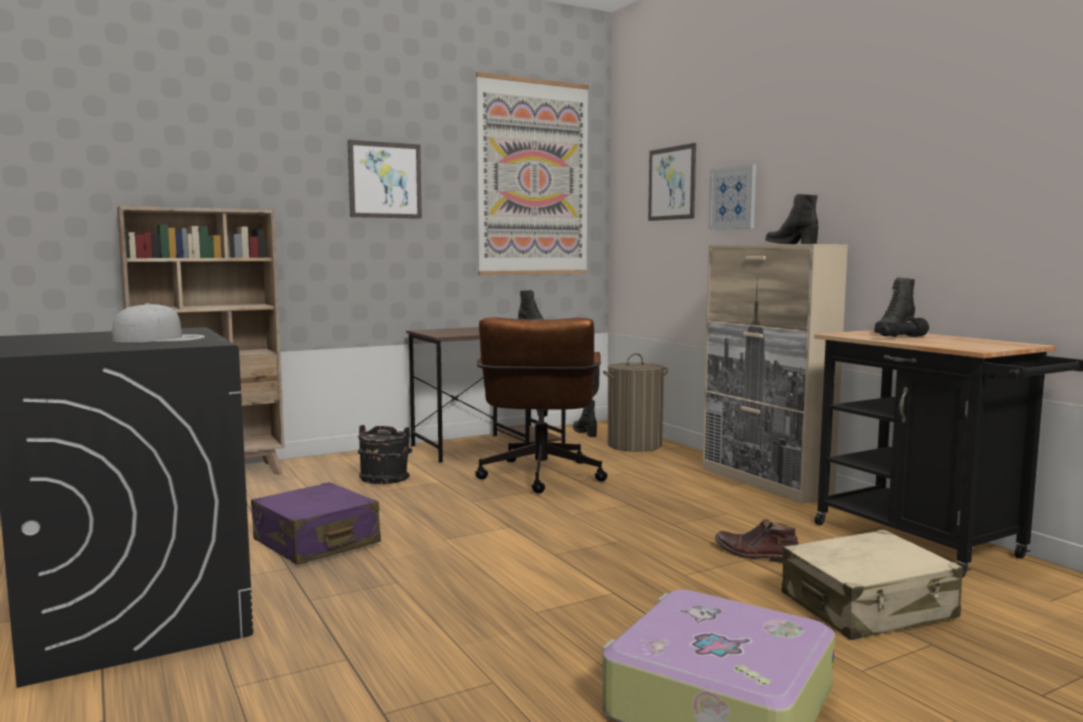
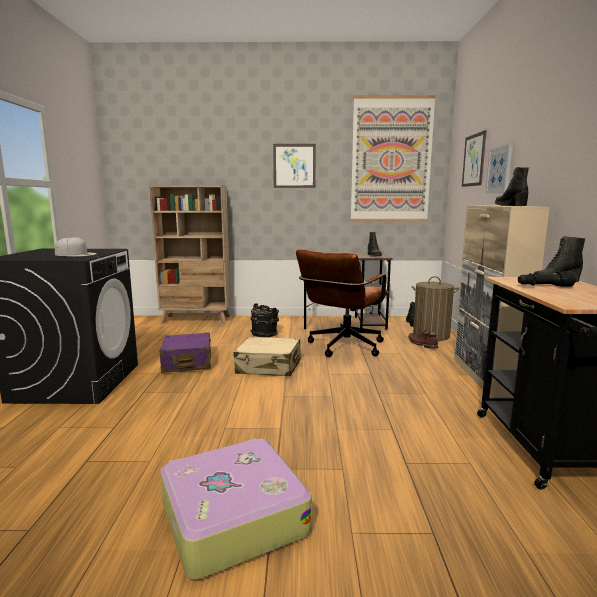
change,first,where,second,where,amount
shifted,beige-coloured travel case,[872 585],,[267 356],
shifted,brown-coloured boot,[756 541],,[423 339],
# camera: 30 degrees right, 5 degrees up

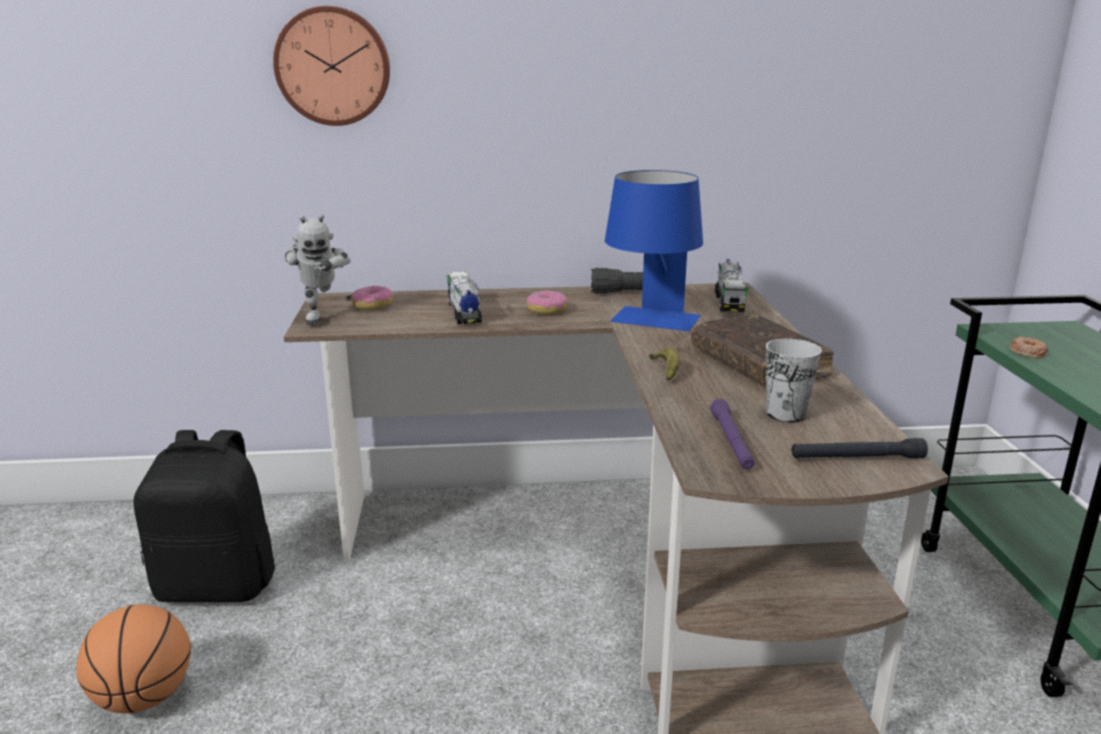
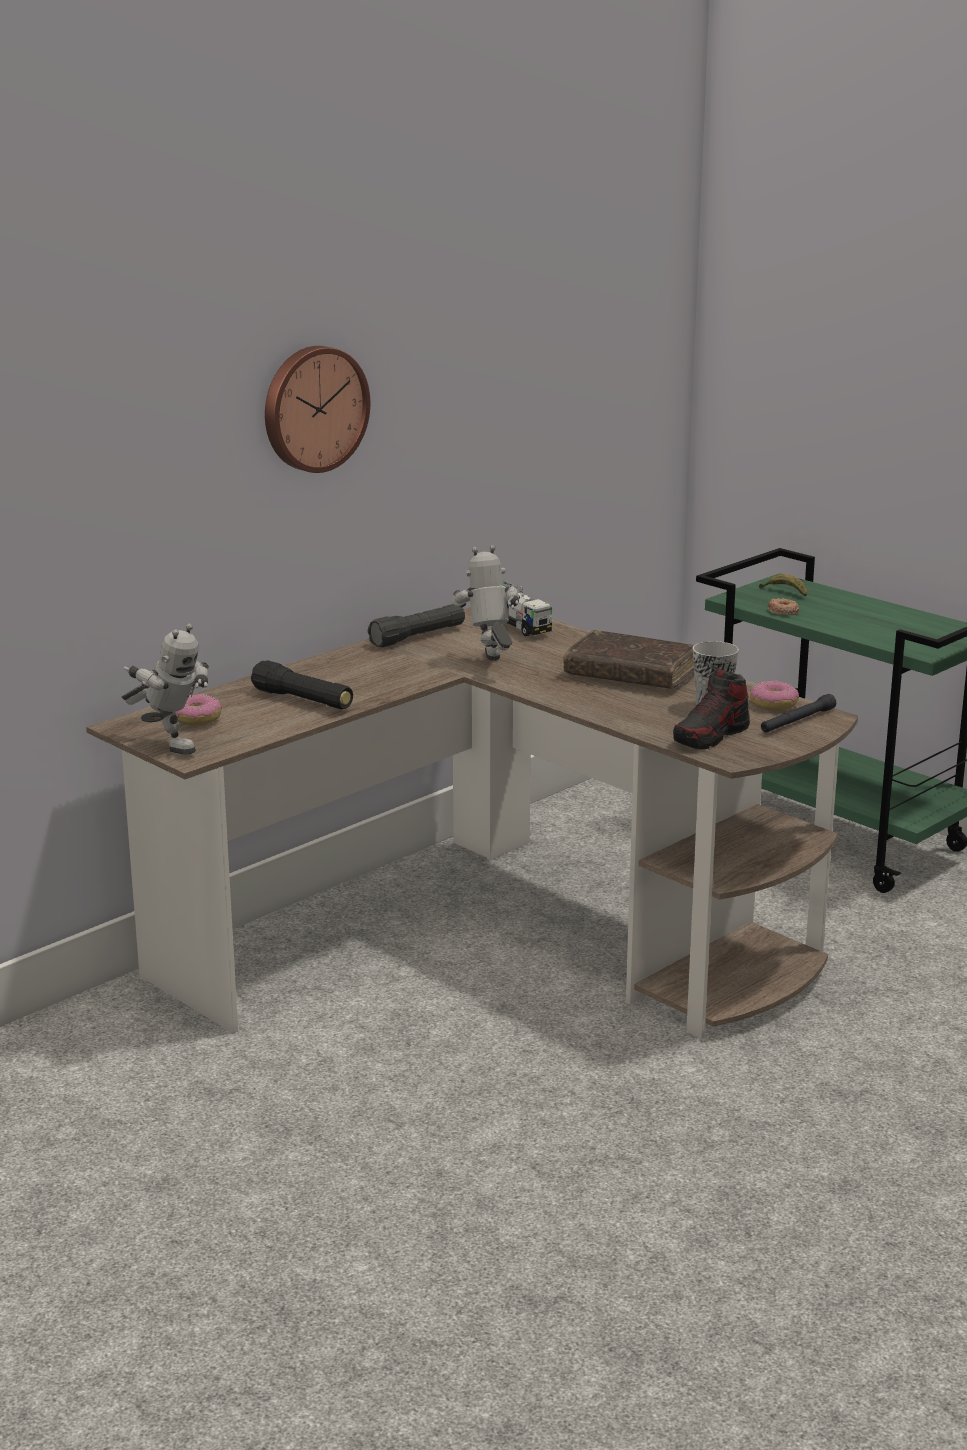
change,first,where,second,where,amount
swapped,toy lorry,[464 297],blackish flashlight,[302 684],
shifted,clock on the wall,[331 66],,[317 409],
swapped,blue-coloured tabletop lamp,[654 250],model robot,[486 603],
swapped,purplish flashlight,[732 434],low shoe,[711 709],
shifted,donut,[547 302],,[774 695],
shifted,banana,[664 364],,[783 585],
gone,ball for basketball,[134 658],,,
gone,blackish knapsack,[204 516],,,
# camera: 40 degrees left, 0 degrees up

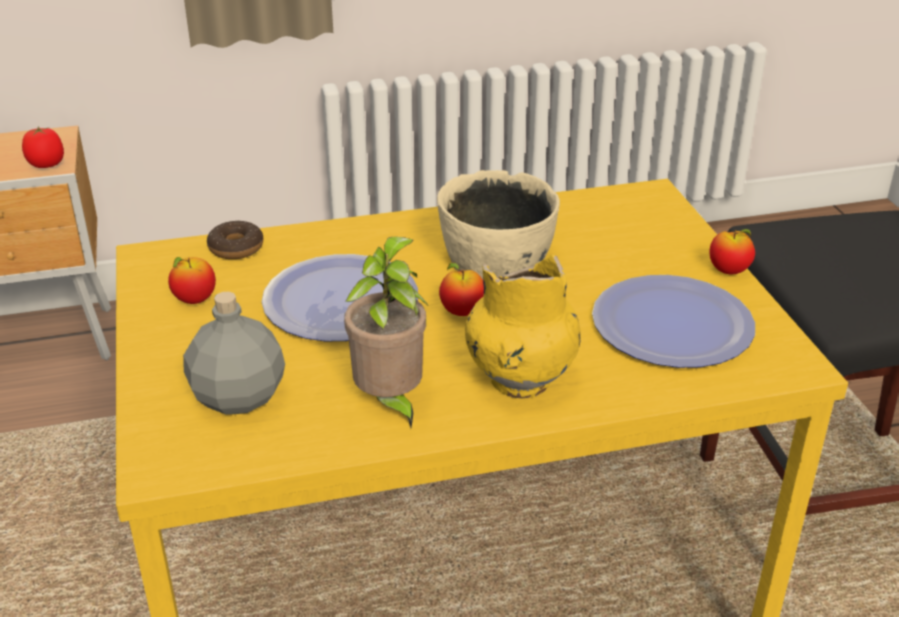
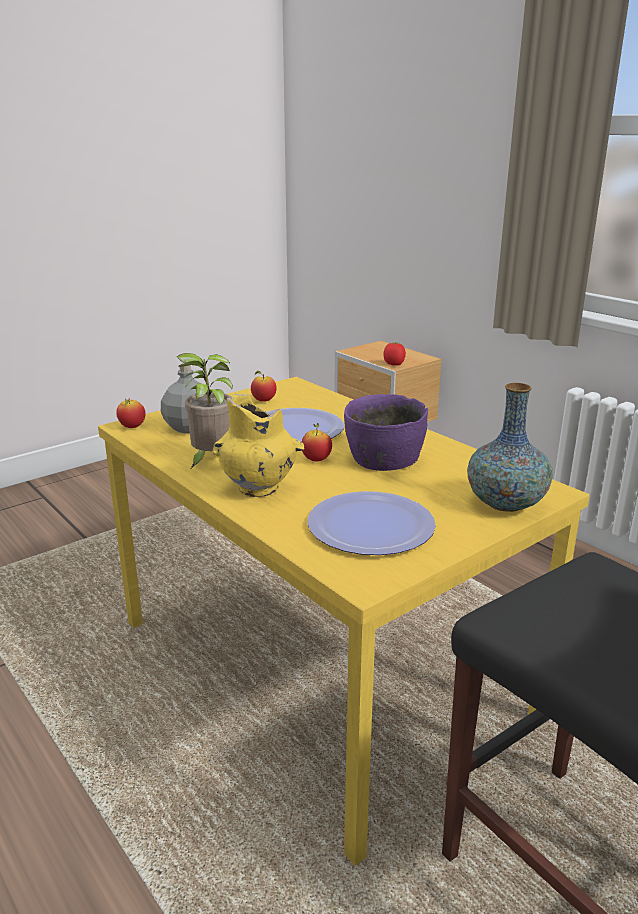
change,first,where,second,where,amount
shifted,apple fruit,[732 251],,[131 413],
repainted,beige-coloured deep dish,[498 224],purplish deep dish,[386 432],
new,,,flower vase,[510 447],
gone,donut,[235 240],,,
# camera: 65 degrees right, 10 degrees down

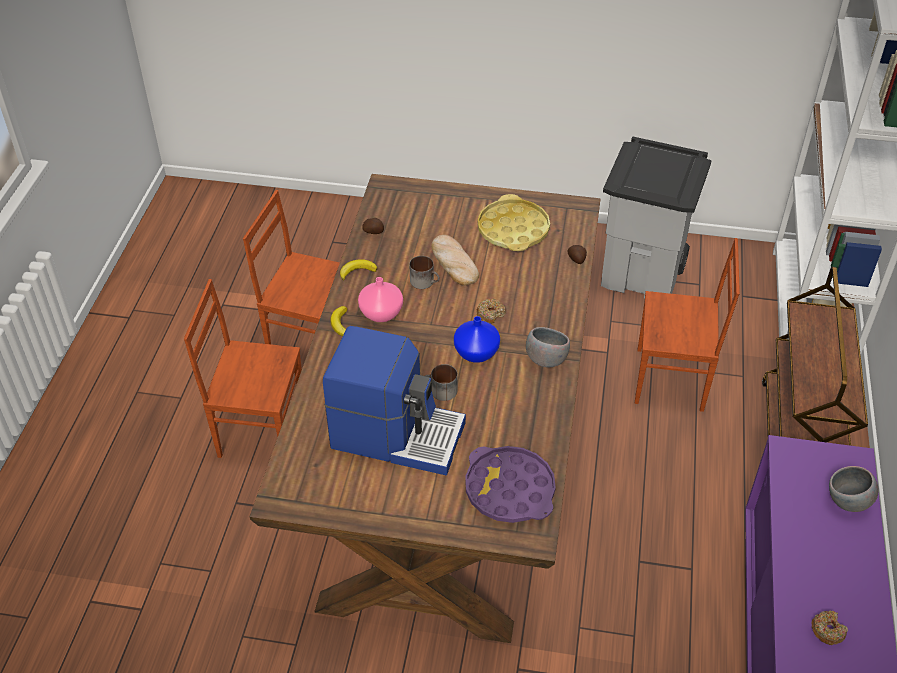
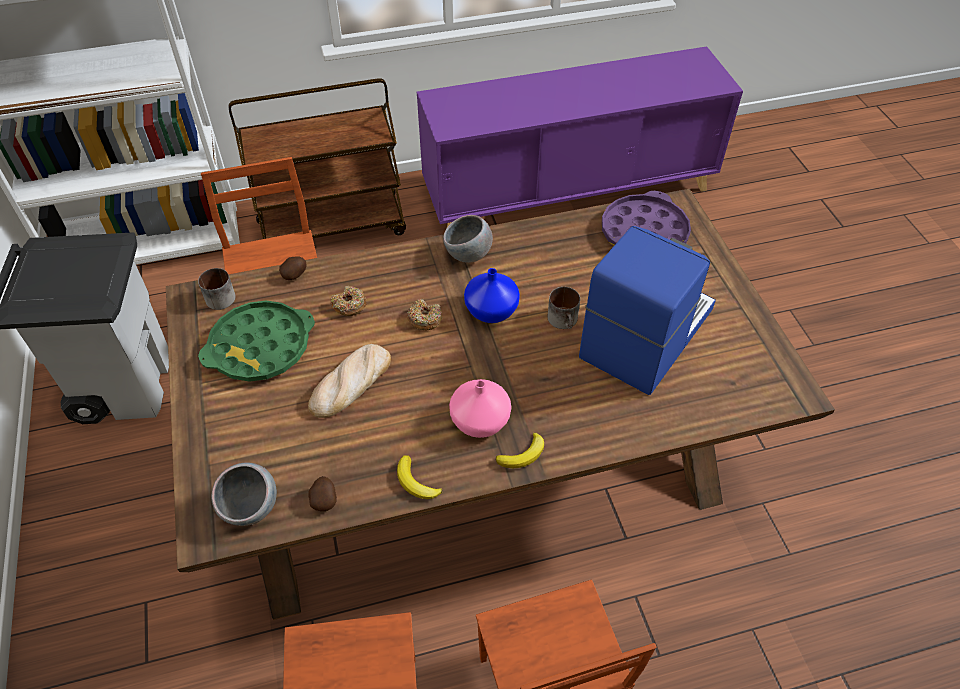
change,first,where,second,where,amount
shifted,coffee mug,[424 272],,[217 289],
repainted,yellow-coloured tray,[514 222],green-coloured tray,[256 341],
shifted,greyish deep dish,[854 489],,[244 494],
shifted,donut,[829 627],,[349 301],
rotated,coffee machine,[394 400],,[647 310],45 degrees clockwise
# camera: 115 degrees left, 5 degrees up

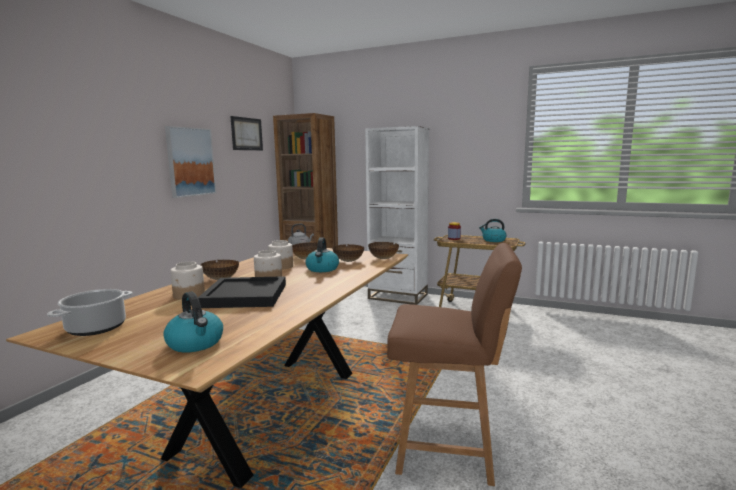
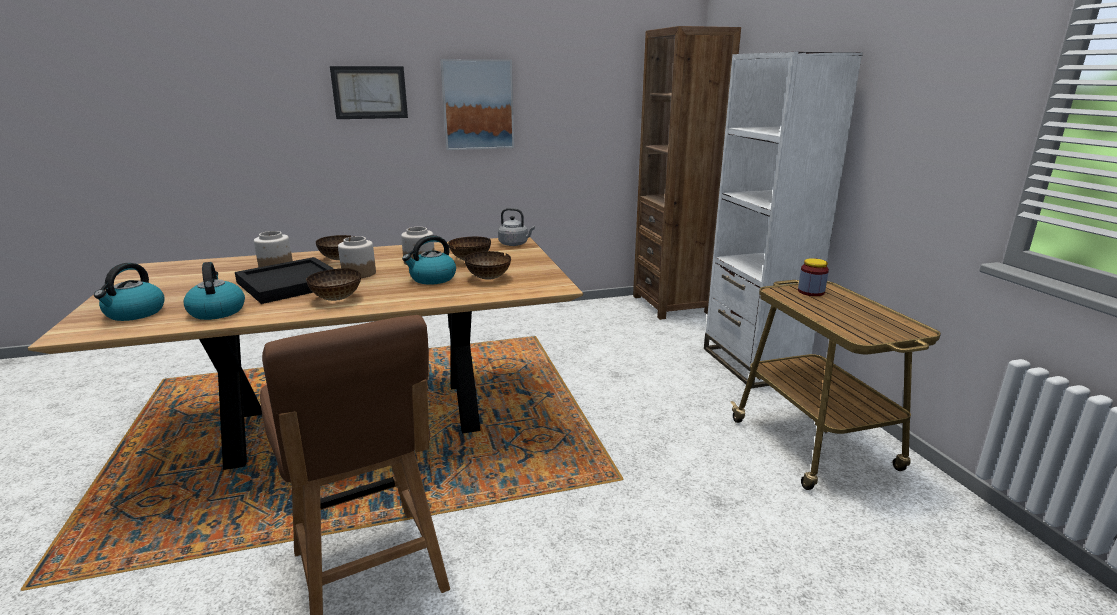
change,first,where,second,where,amount
shifted,tea kettle,[493 230],,[214 291],
shifted,deep dish,[383 250],,[333 284],
shifted,wall picture,[246 133],,[369 92],
gone,saucepot,[90 312],,,
# camera: 50 degrees right, 10 degrees up

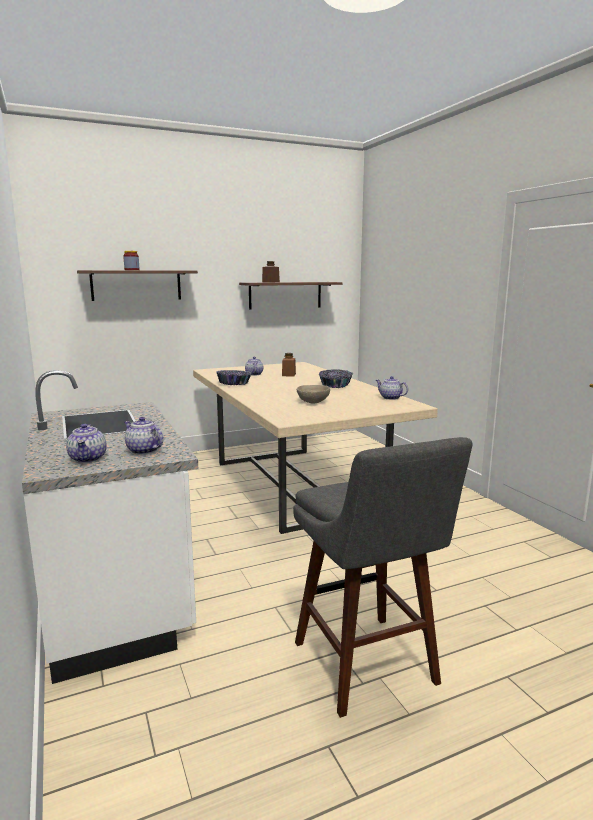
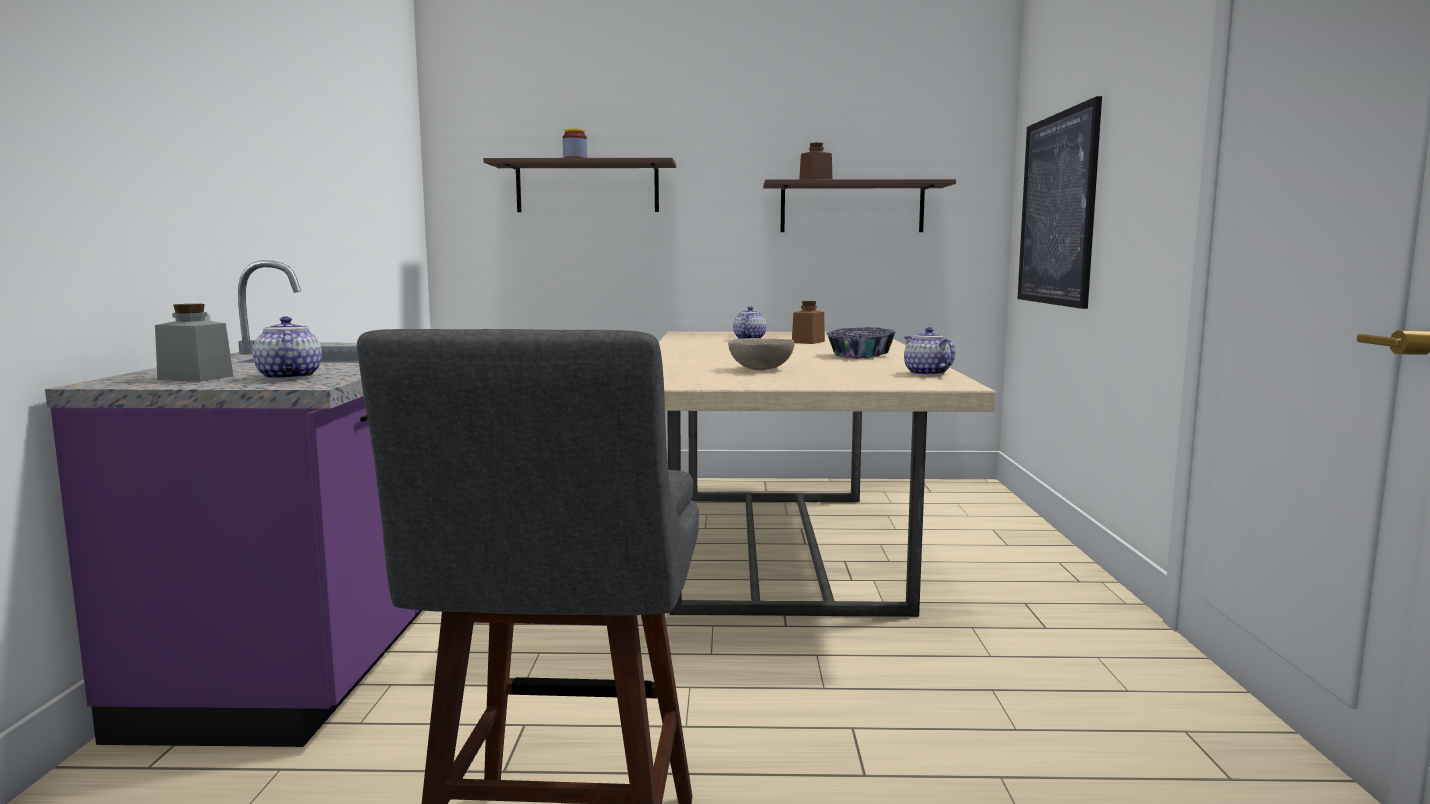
change,first,where,second,where,amount
repainted,white counter,[110 527],purplish counter,[233 503],
swapped,teapot,[86 443],greyish preserve jar,[194 343],
new,,,wall picture,[1059 202],
gone,deep dish,[234 377],,,
# camera: 25 degrees right, 5 degrees down

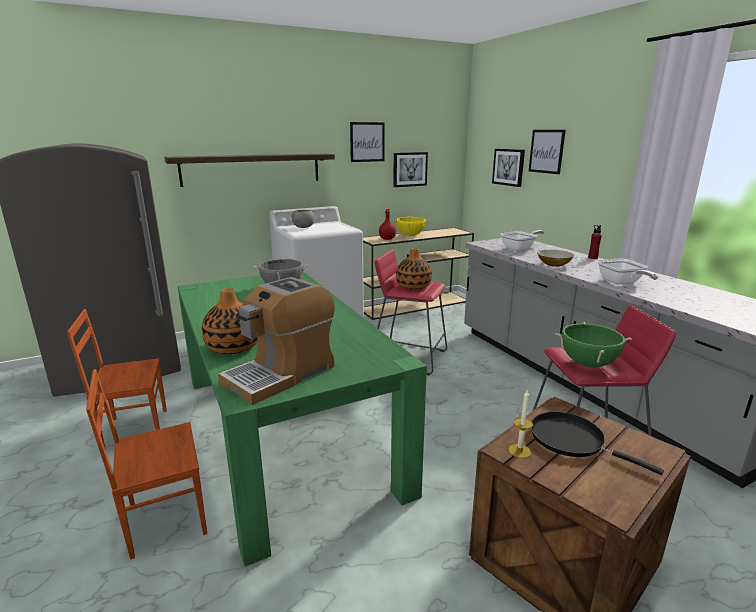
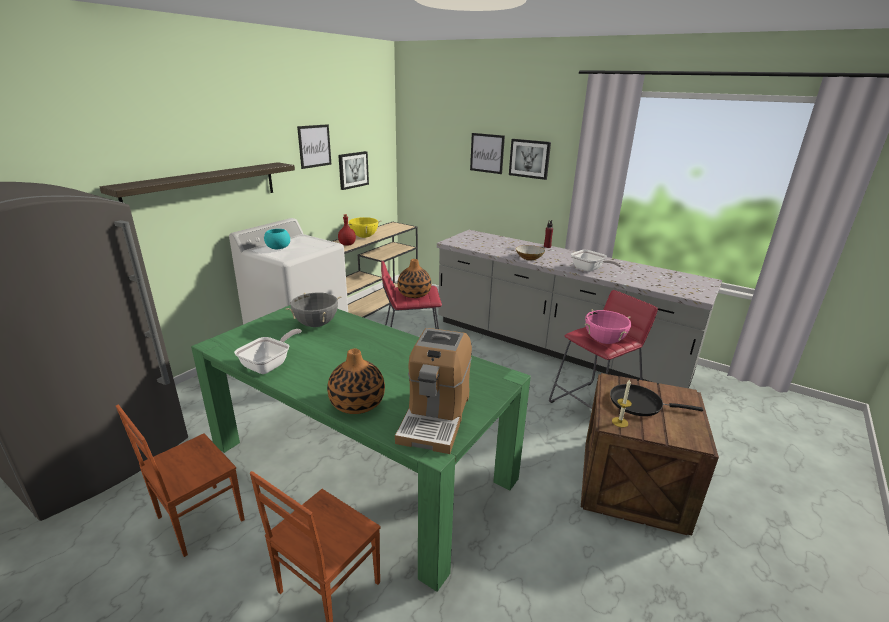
change,first,where,second,where,amount
shifted,frying pan,[522 240],,[268 351],
repainted,greyish deep dish,[303 219],blue-green deep dish,[277 239],
shifted,wall picture,[508 168],,[530 159],
repainted,green-coloured saucepot,[593 344],pink-coloured saucepot,[608 326],
# camera: 30 degrees left, 5 degrees up

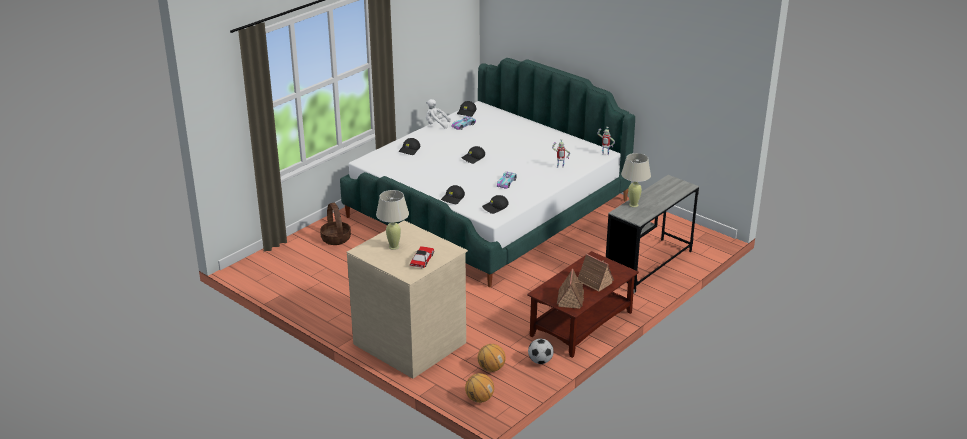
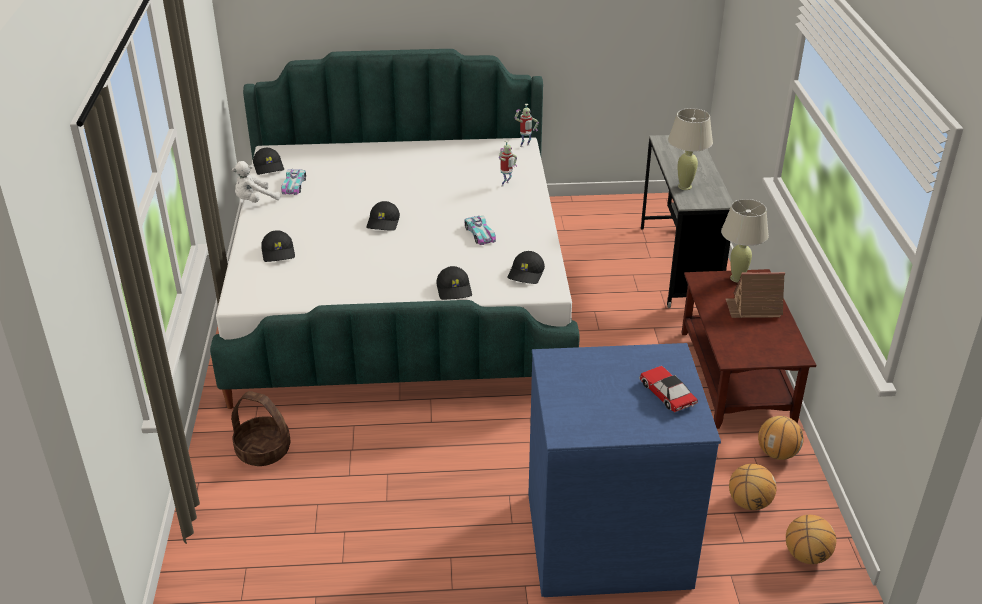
change,first,where,second,where,amount
repainted,beige-coloured dresser,[407 299],blue-coloured dresser,[624 470],
shifted,beige-coloured tabletop lamp,[392 220],,[745 241],
swapped,football,[541 351],ball for basketball,[781 438],
gone,toy house,[570 289],,,
# camera: 45 degrees left, 5 degrees up

